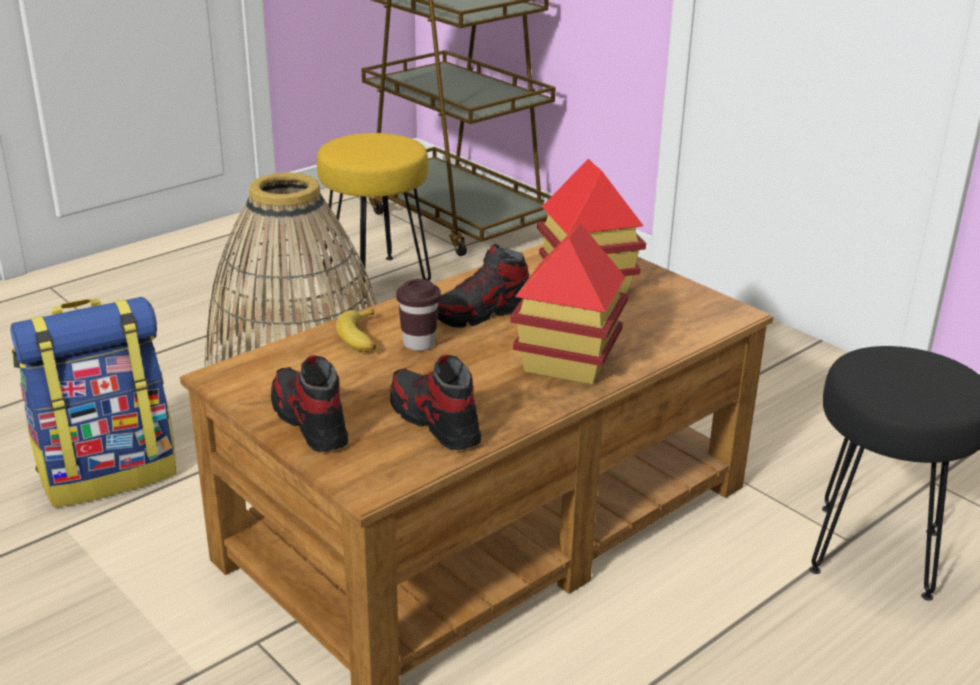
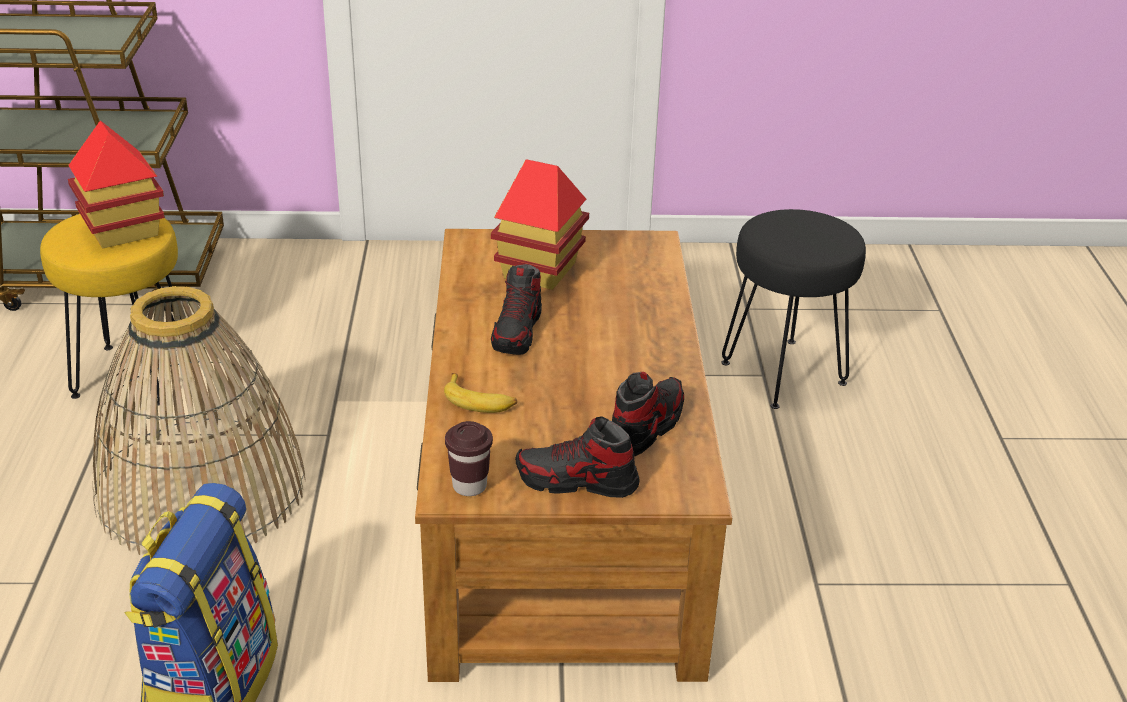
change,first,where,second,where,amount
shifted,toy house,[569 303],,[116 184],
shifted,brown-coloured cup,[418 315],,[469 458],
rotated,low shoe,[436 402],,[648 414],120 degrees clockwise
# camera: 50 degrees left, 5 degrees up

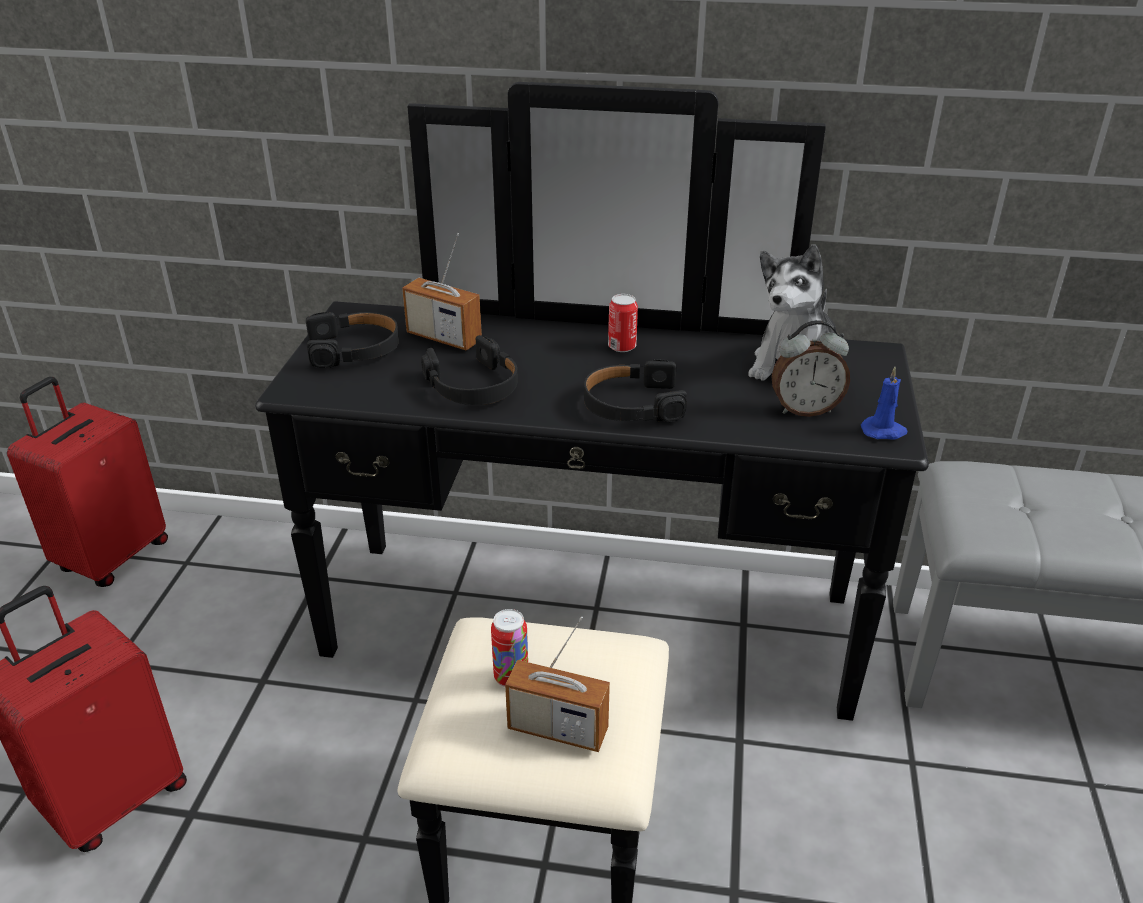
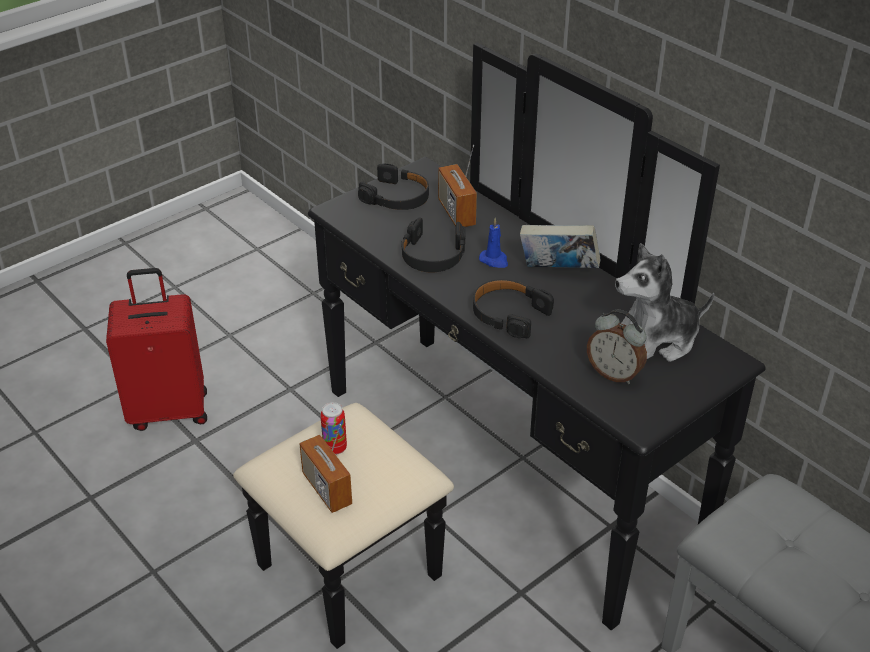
change,first,where,second,where,amount
shifted,blue-coloured wax light,[884 403],,[493 243],
swapped,metal can,[623 323],volume,[560 246],
gone,red travel case,[87 482],,,
# camera: 40 degrees right, 5 degrees up

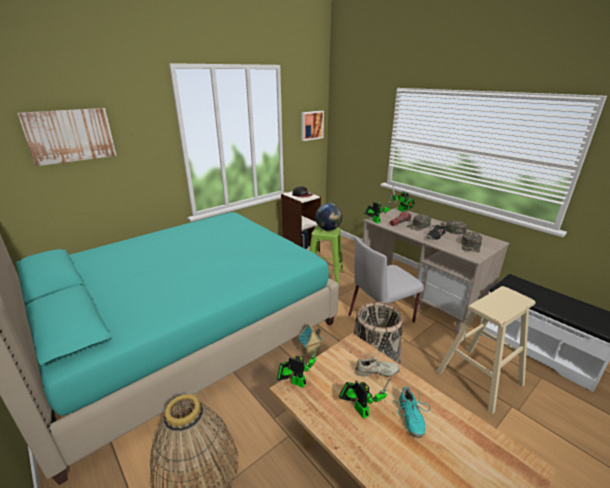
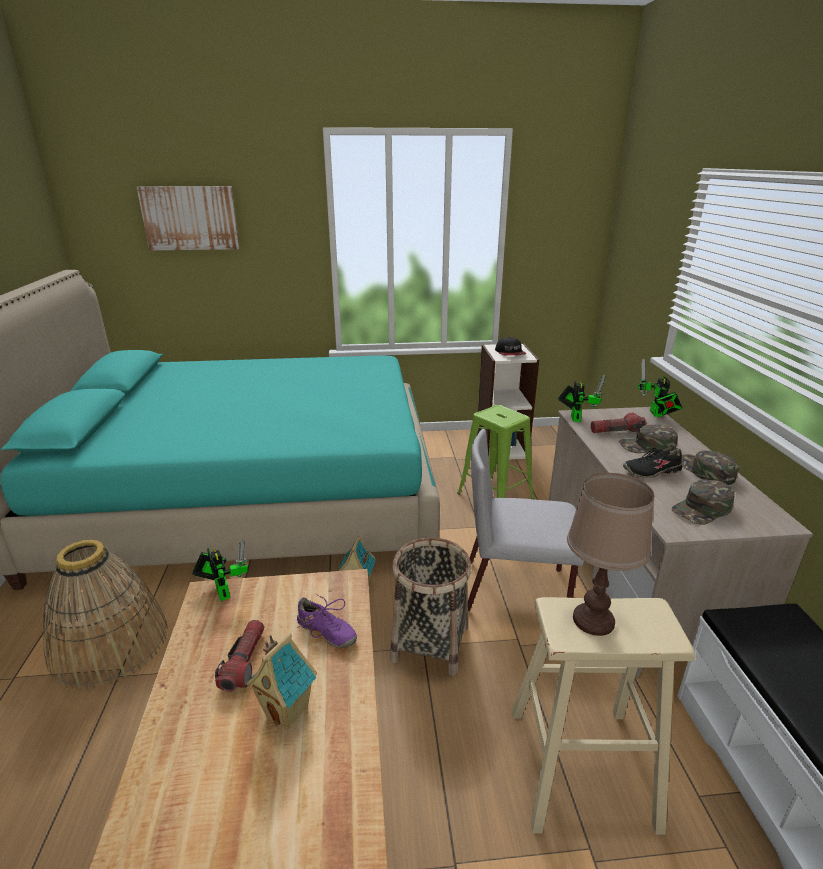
change,first,where,second,where,amount
swapped,model robot,[365 398],flashlight,[239 656],
swapped,blue-green low shoe,[412 412],toy house,[281 682],
repainted,beige-coloured low shoe,[377 363],purplish low shoe,[327 620],
new,,,brown-coloured tabletop lamp,[610 554],
gone,wall picture,[312 126],,,
gone,desk globe,[328 217],,,
# camera: 35 degrees right, 0 degrees up

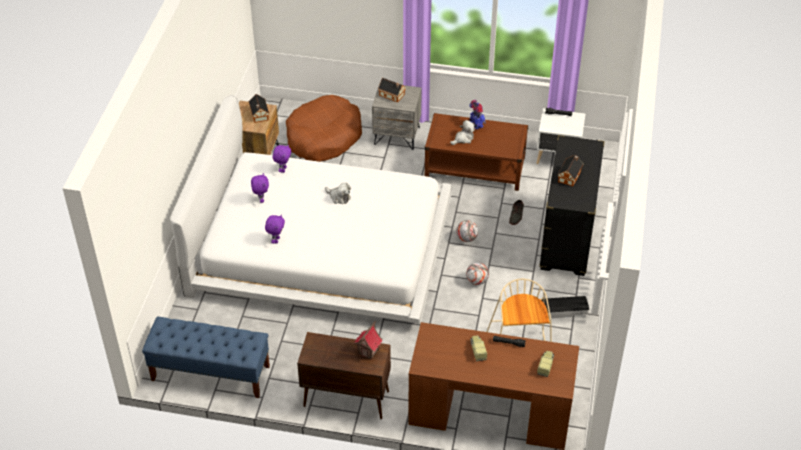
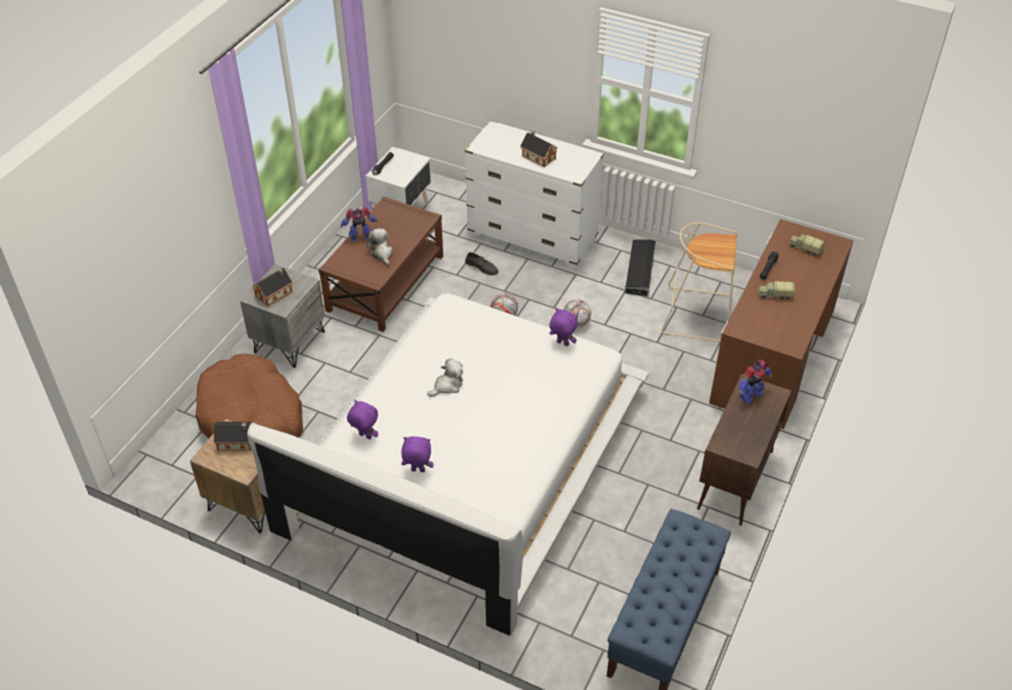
change,first,where,second,where,amount
repainted,blackish dresser,[572 205],white dresser,[534 194],
shifted,purplish plush toy,[275 229],,[563 327],
swapped,toy house,[368 339],model robot,[756 382],
# camera: 75 degrees left, 0 degrees up

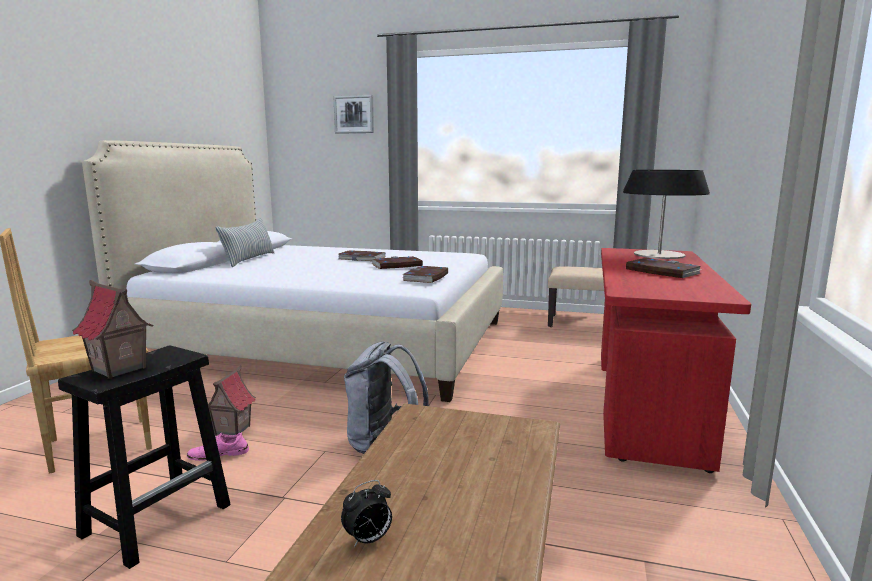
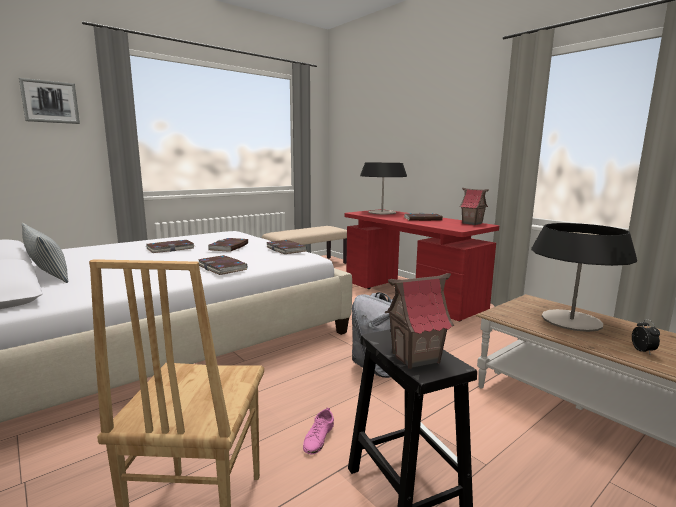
change,first,where,second,where,amount
new,,,volume,[223 265],
shifted,toy house,[232 400],,[474 206],
new,,,tabletop lamp,[584 277],
# camera: 55 degrees left, 0 degrees up

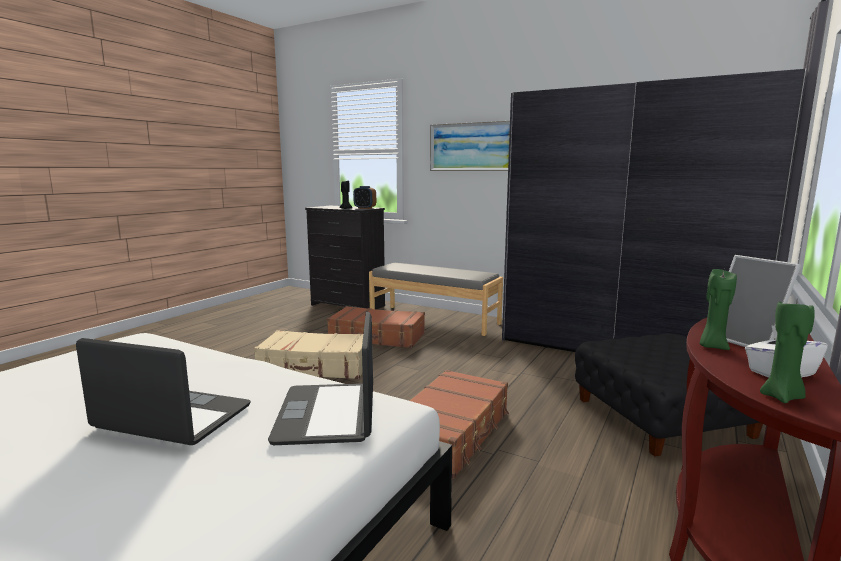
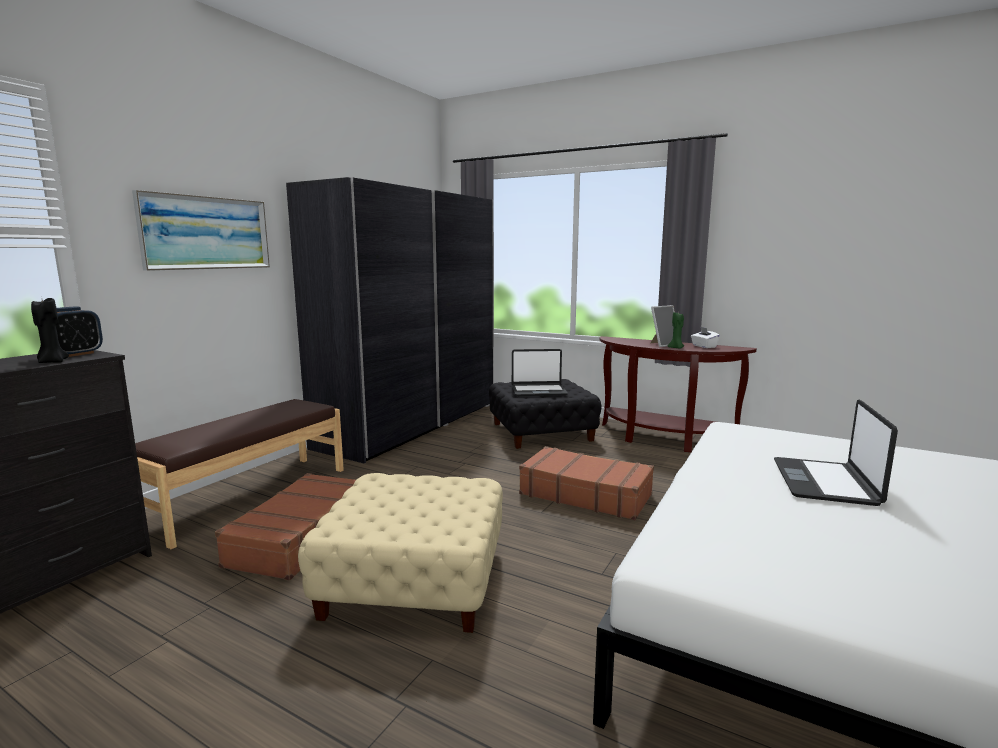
change,first,where,second,where,amount
repainted,greyish indoor bench,[436 299],brown-coloured indoor bench,[239 474],
swapped,beige-coloured travel case,[308 354],beige-coloured ottoman,[400 553],
shifted,portable computer,[320 378],,[540 372],
gone,green-coloured wax light,[787 352],,,
# camera: 90 degrees left, 0 degrees up

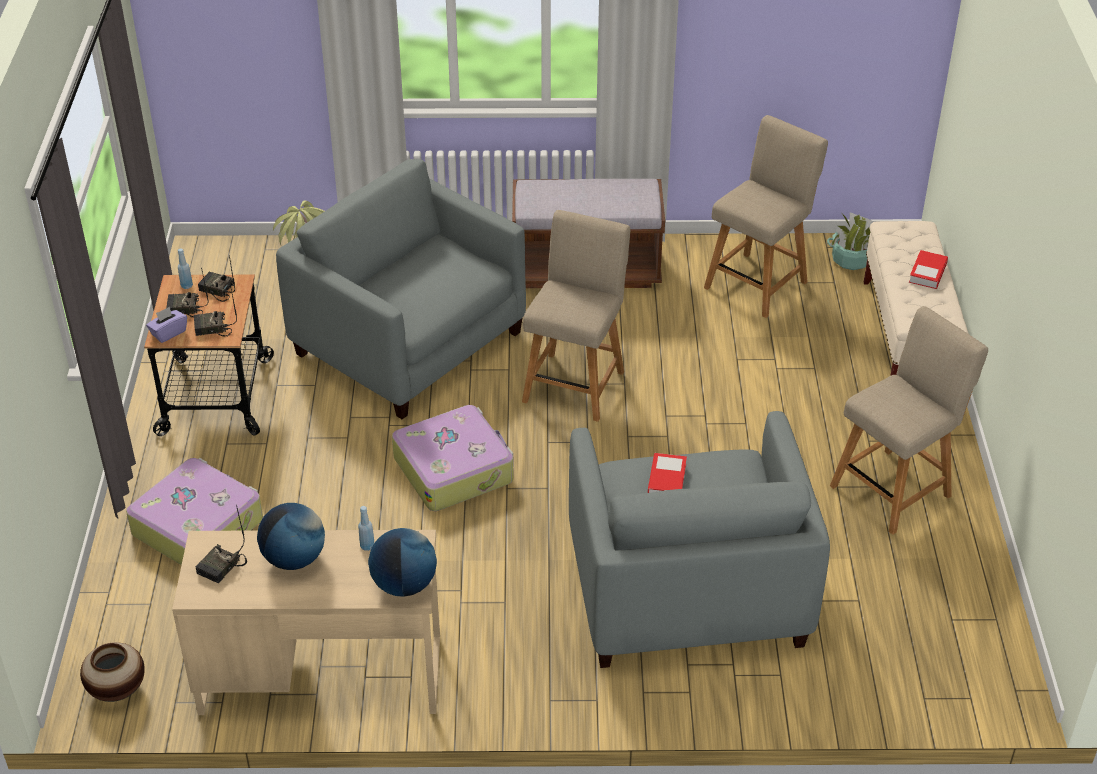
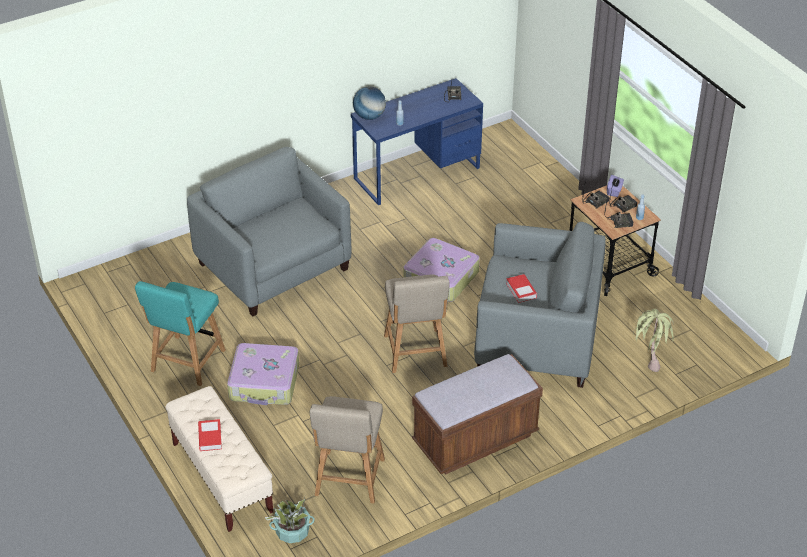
change,first,where,second,where,amount
repainted,beige-coloured upright chair,[909 420],blue-green upright chair,[180 333],
shifted,travel case,[194 511],,[263 374],
repainted,beige-coloured desk table,[306 622],blue-coloured desk table,[417 141],
shifted,volume,[667 473],,[521 288],
gone,flower vase,[112 672],,,
gone,desk globe,[291 536],,,
# camera: 150 degrees right, 0 degrees up

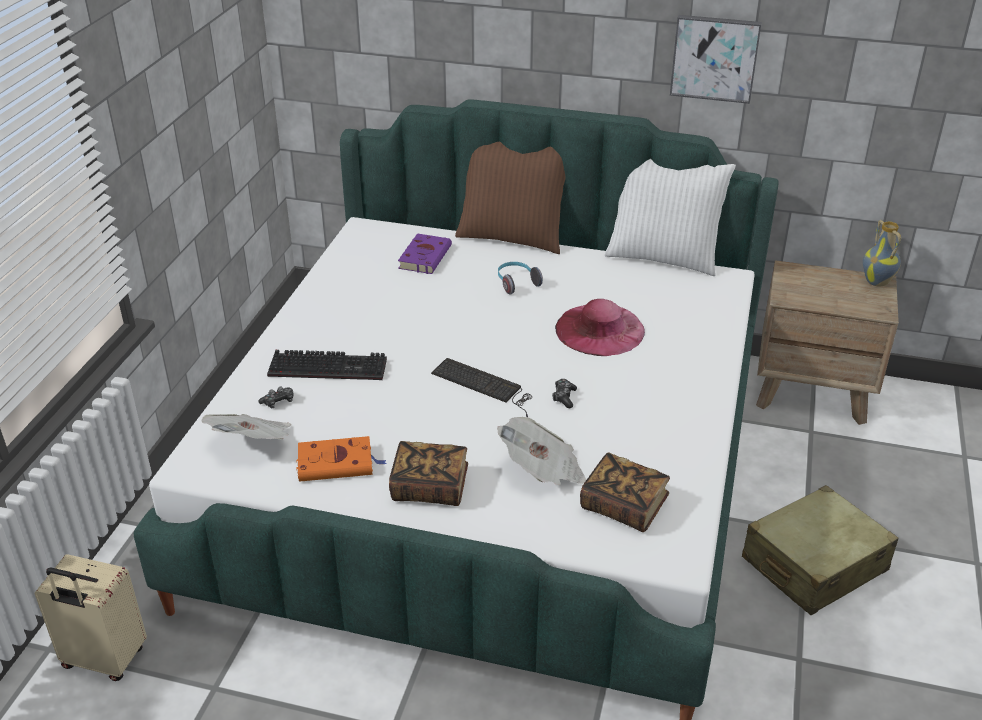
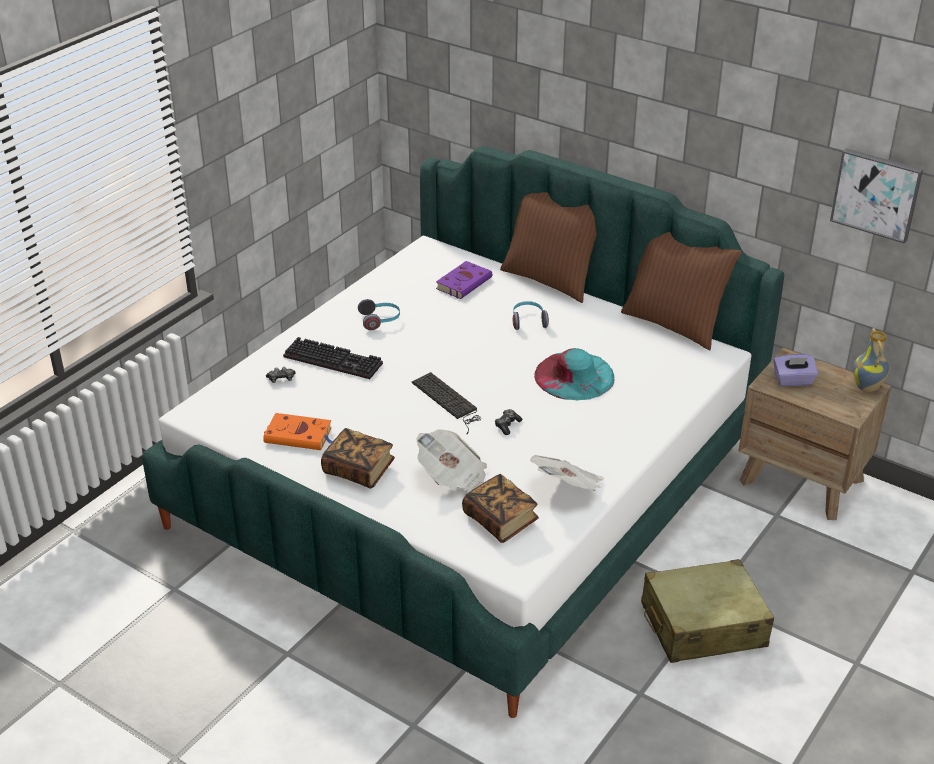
change,first,where,second,where,amount
new,,,headphones,[379 314],
shifted,printed paper,[246 427],,[567 473],
repainted,pink-coloured clothing hat,[600 327],blue-green clothing hat,[574 374],
repainted,white cushion,[670 217],brown-coloured cushion,[681 291],
new,,,purplish tissue box,[795 370],
shifted,wall picture,[716 59],,[876 195],
gone,beige-coloured travel case,[91 617],,,
# camera: 20 degrees right, 0 degrees up

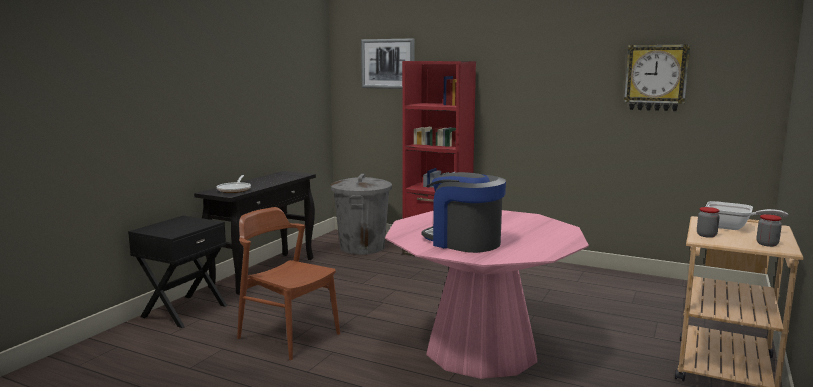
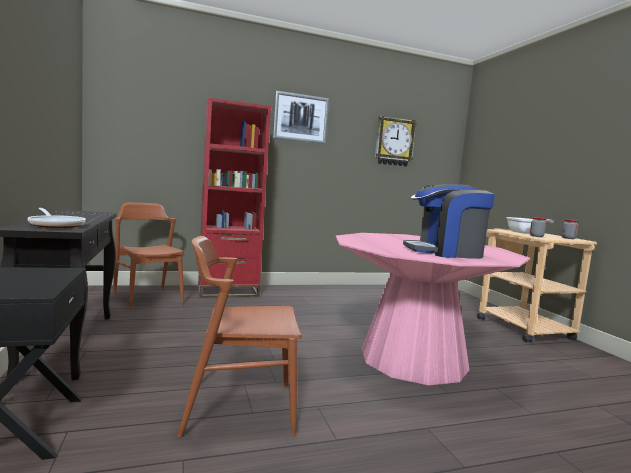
change,first,where,second,where,amount
swapped,greyish rubbish bin,[361 214],brown-coloured upright chair,[148 256],
shifted,wall picture,[387 63],,[301 117],
# camera: 45 degrees left, 5 degrees down

